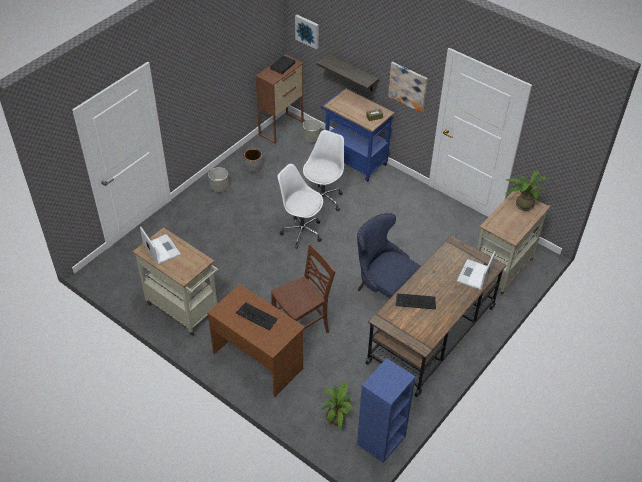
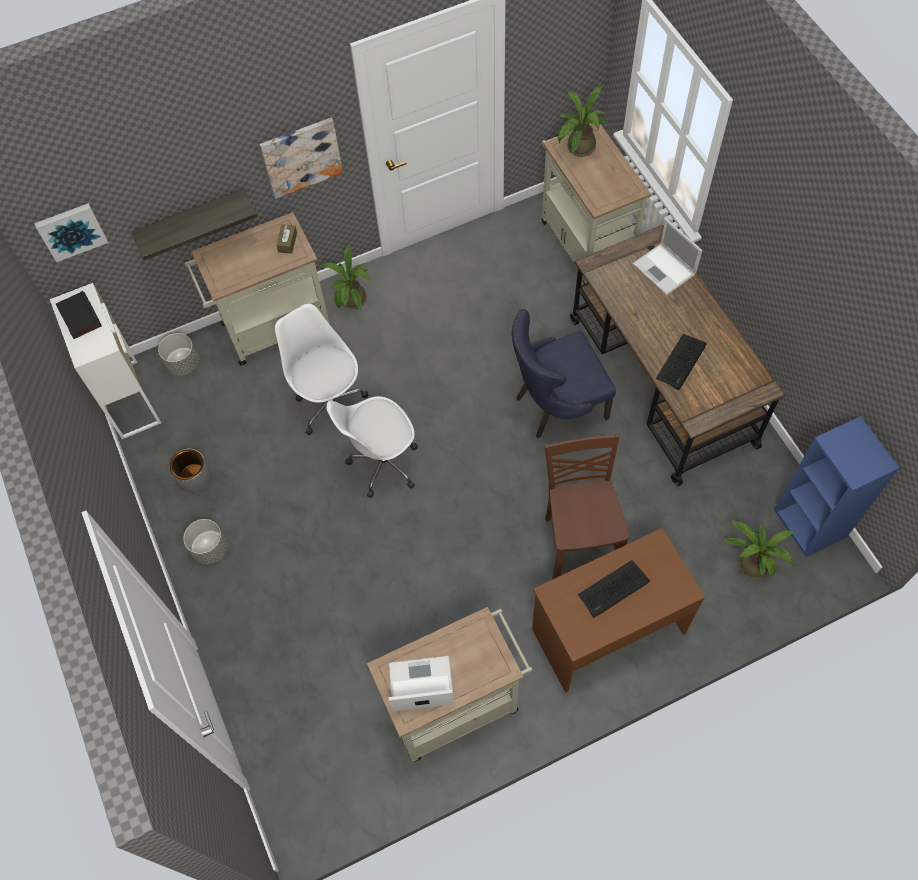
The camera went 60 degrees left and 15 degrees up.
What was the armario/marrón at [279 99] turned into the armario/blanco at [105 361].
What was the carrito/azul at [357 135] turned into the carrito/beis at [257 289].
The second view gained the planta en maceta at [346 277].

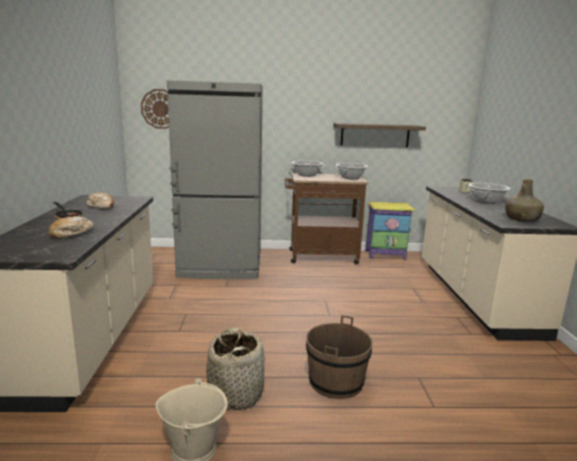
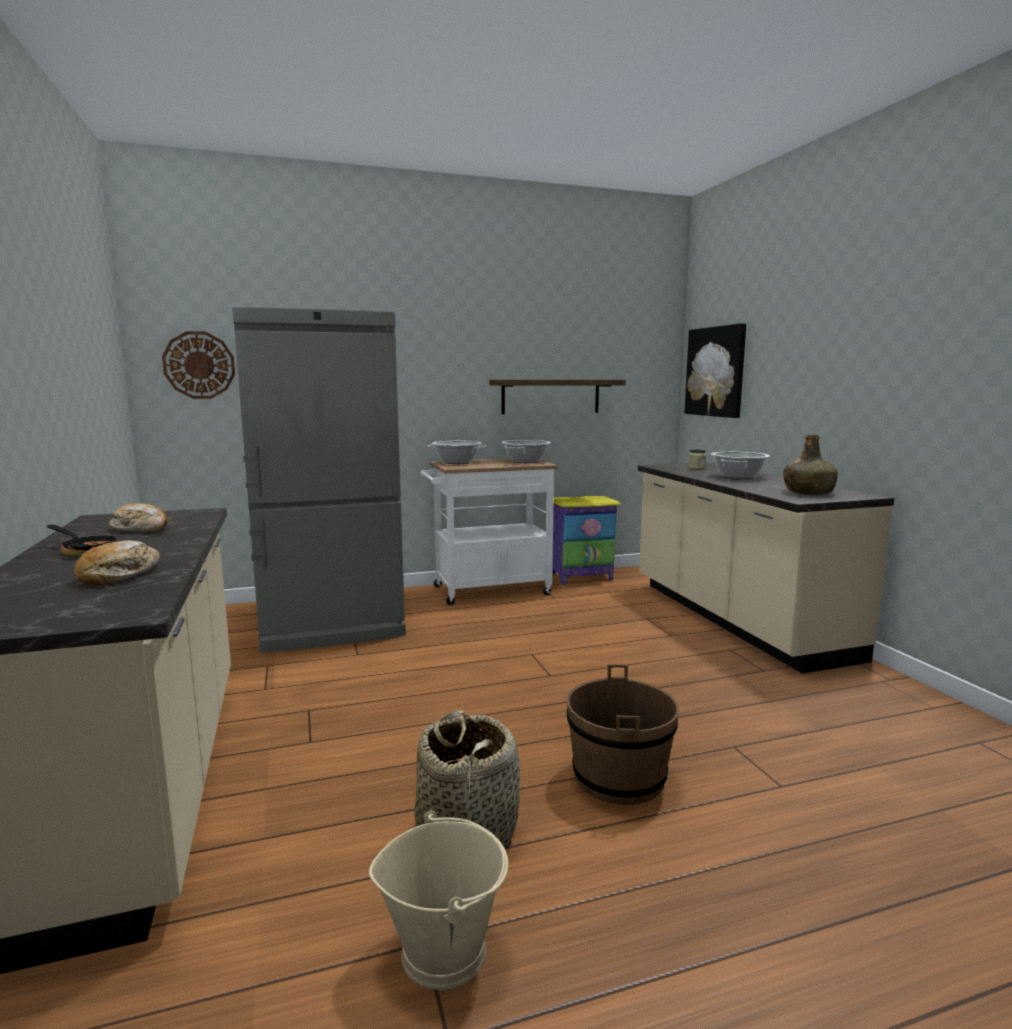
The camera went 15 degrees left and 5 degrees down.
What was the carrito/marrón at [327 219] turned into the carrito/blanco at [489 532].
The second view gained the cuadro at [715 370].

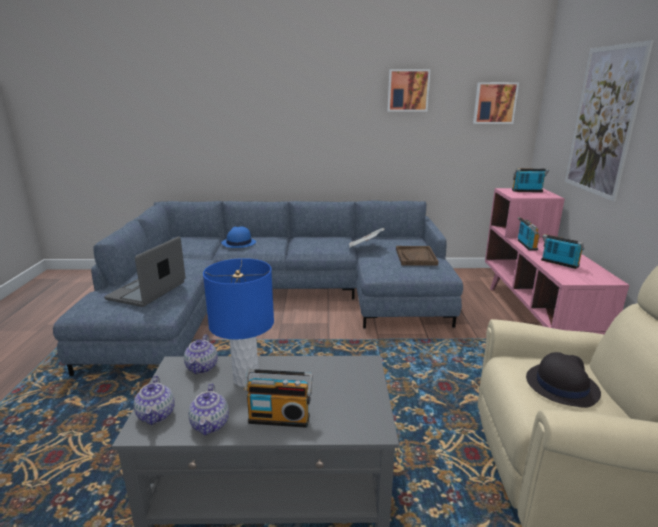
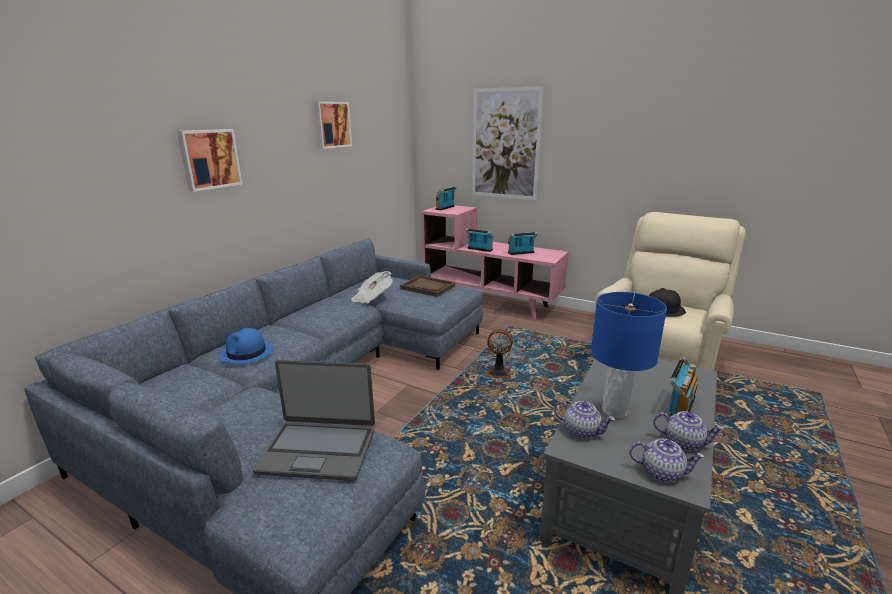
The camera went 60 degrees left and 0 degrees up.
The portátil at [145 271] ended up facing another way, 45 degrees counterclockwise from before.
The cuadro ended up elsewhere, having gone from [496 103] to [209 160].
The second view gained the ventilador at [499 354].

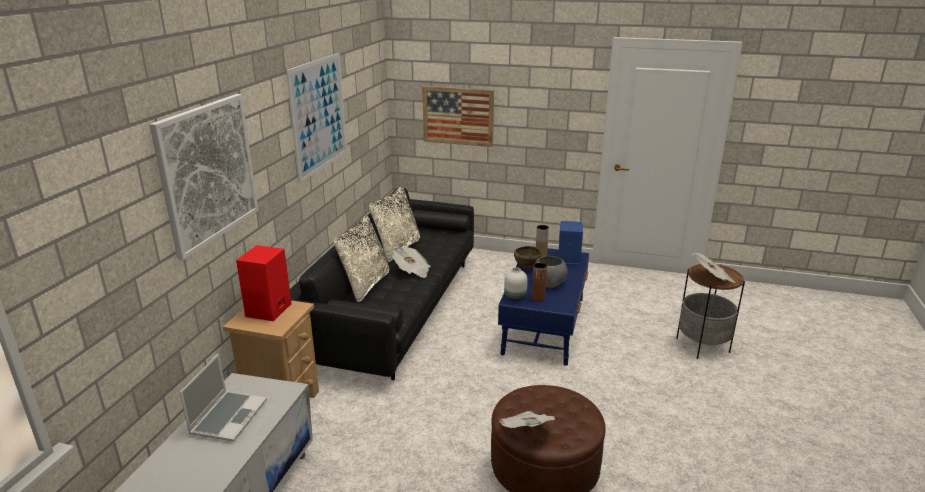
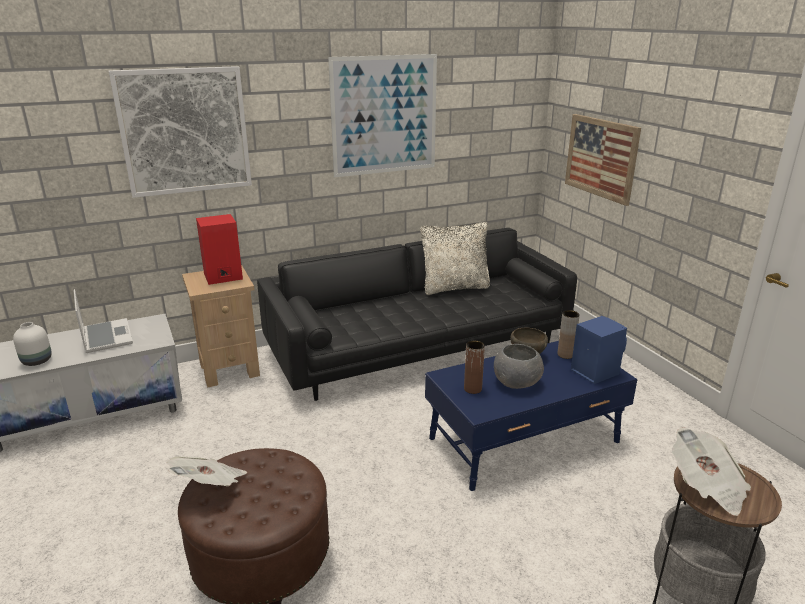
The camera went 50 degrees right and 0 degrees up.
The portátil at [223 398] ended up facing another way, 90 degrees counterclockwise from before.
The second view lost the cojín/beis at [361 258].
The second view lost the periódico at [411 262].
The florero/blanco ended up elsewhere, having gone from [516 284] to [32 344].

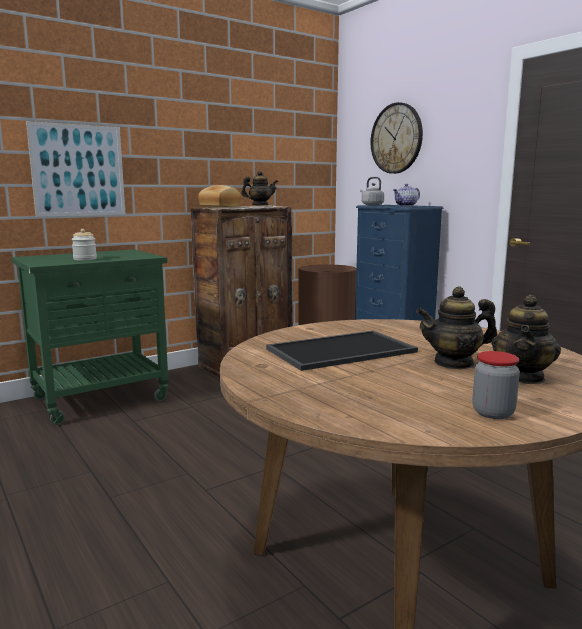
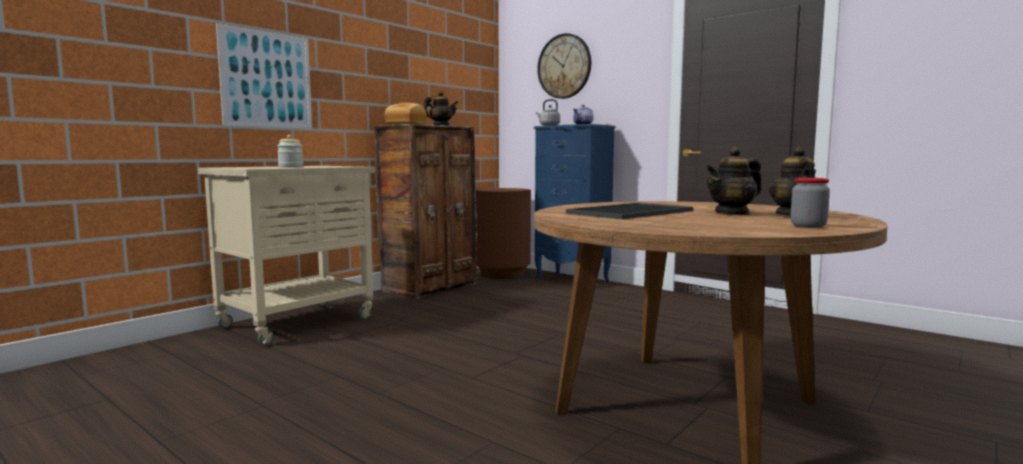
The camera went 15 degrees left and 5 degrees down.
What was the carrito/verde at [90 337] turned into the carrito/beis at [286 256].

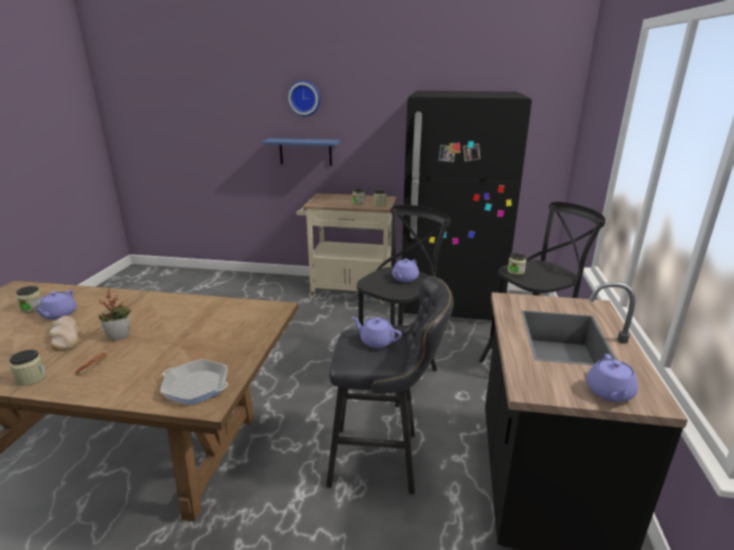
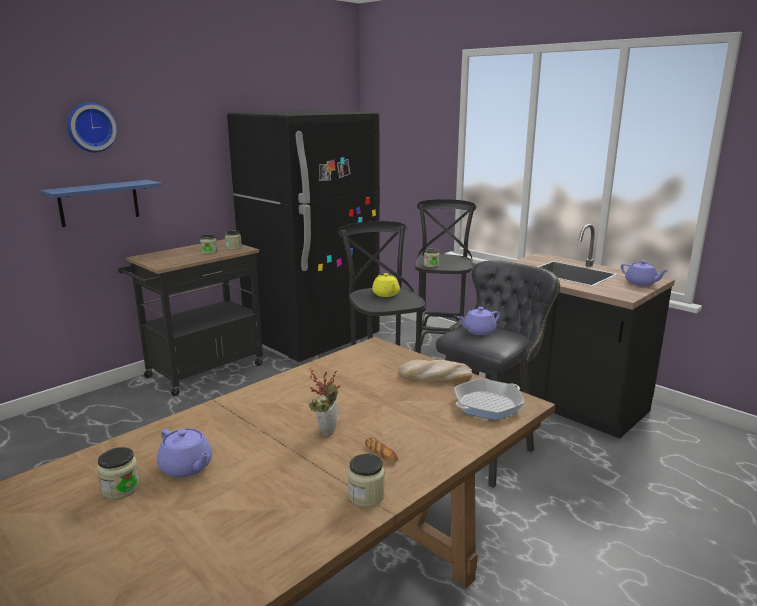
The camera went 55 degrees left and 5 degrees down.
The pan ended up elsewhere, having gone from [64 333] to [435 371].
What was the carrito/beis at [346 248] turned into the carrito/negro at [190 317].
What was the tetera/morado at [405 270] turned into the tetera/amarillo at [386 285].

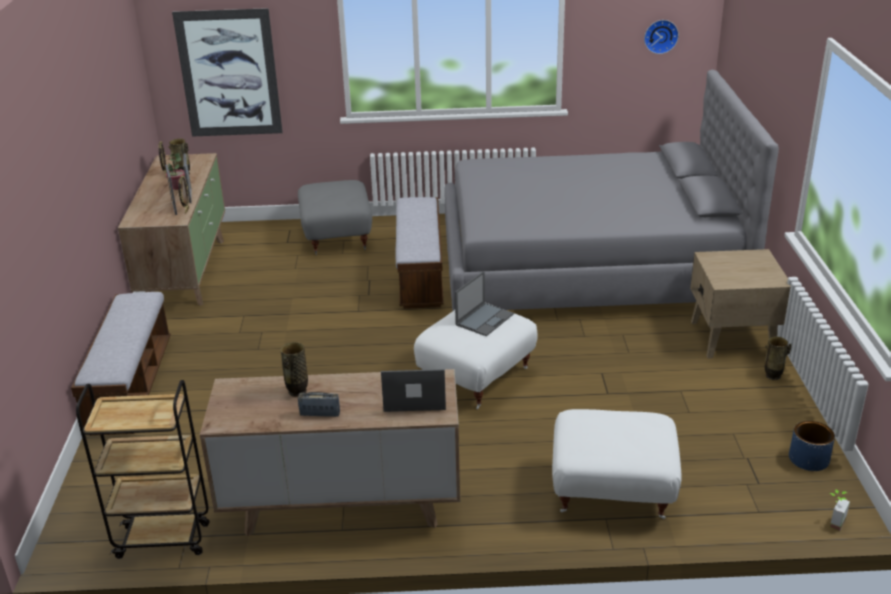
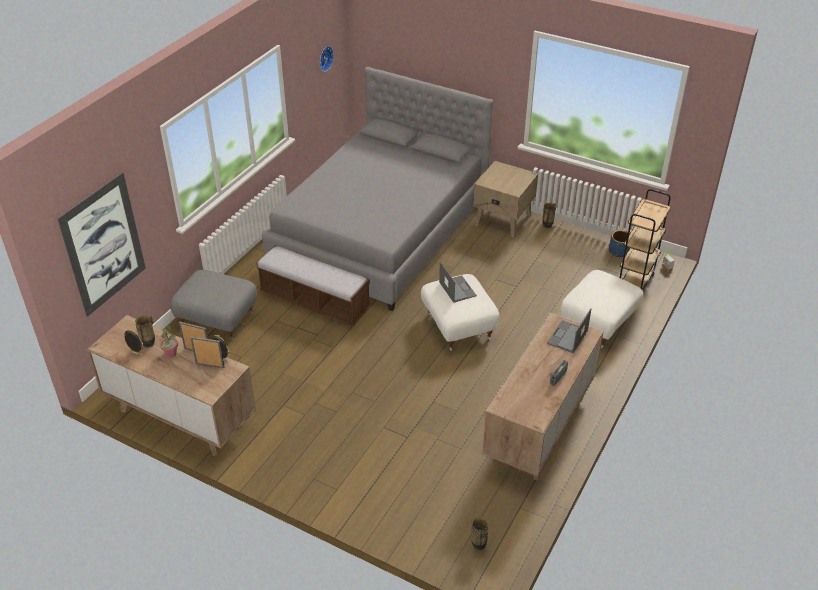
The camera went 60 degrees left and 10 degrees up.
The second view lost the banco at [121 364].
The carrito/marrón ended up elsewhere, having gone from [143 469] to [645 239].
The florero ended up elsewhere, having gone from [294 369] to [479 534].

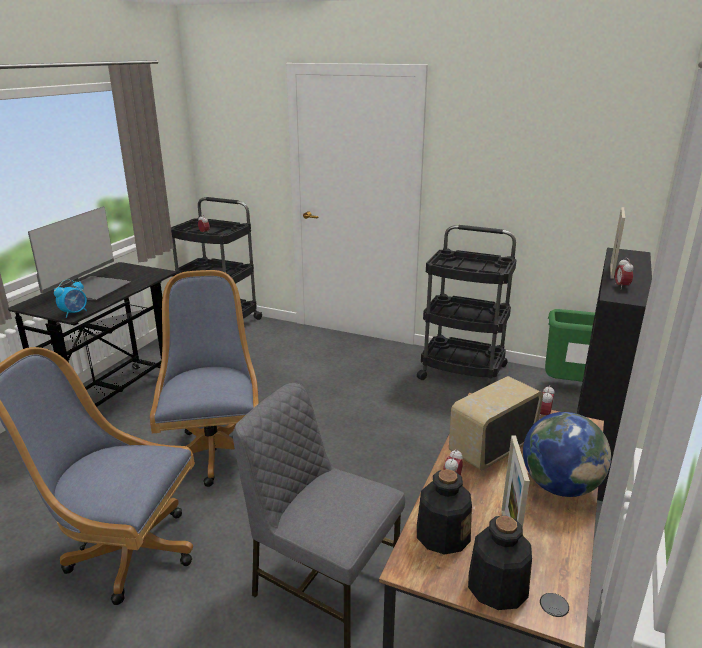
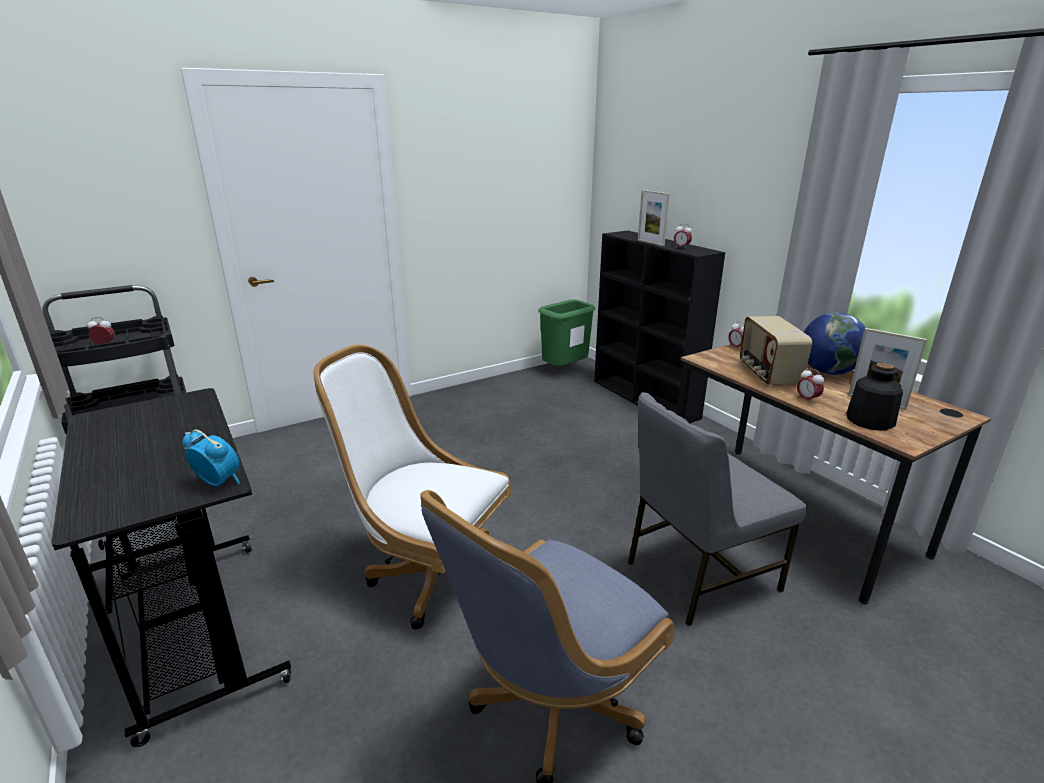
The camera went 55 degrees left and 0 degrees up.
The second view lost the monitor at [79 253].
The despertador at [70 298] ended up facing another way, 45 degrees counterclockwise from before.
What was the silla de oficina/azul at [204 378] turned into the silla de oficina/blanco at [412 487].
The second view lost the carrito/negro at [467 305].
The second view lost the botella at [500 563].

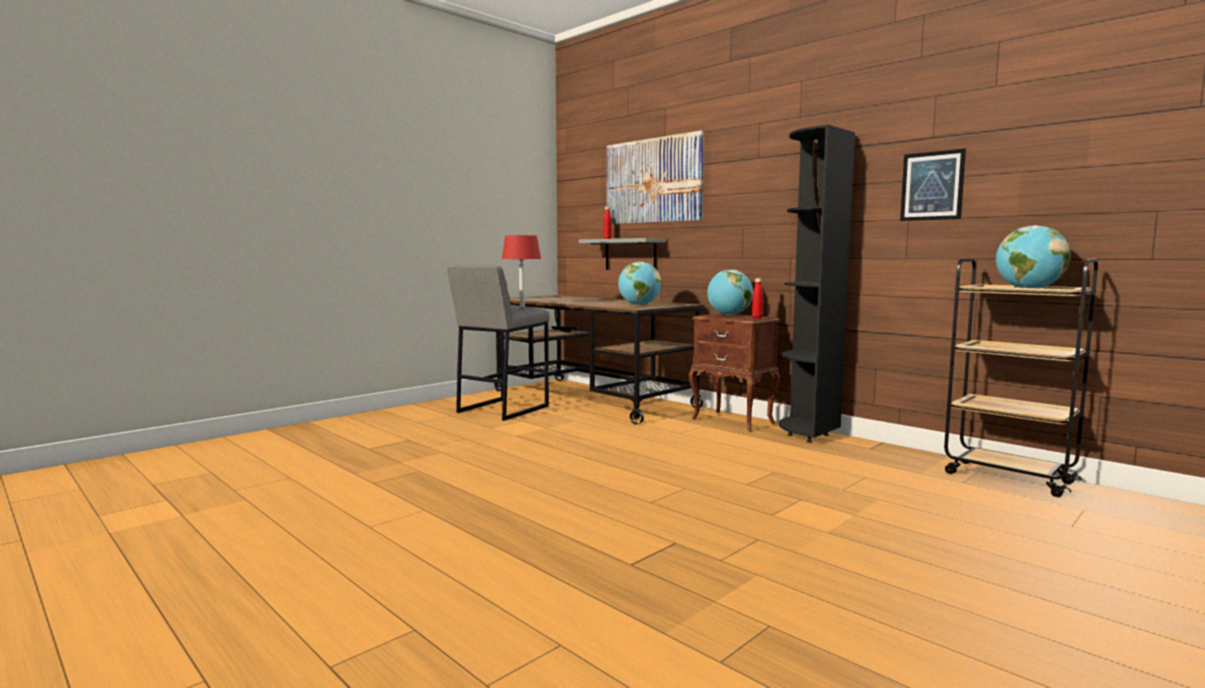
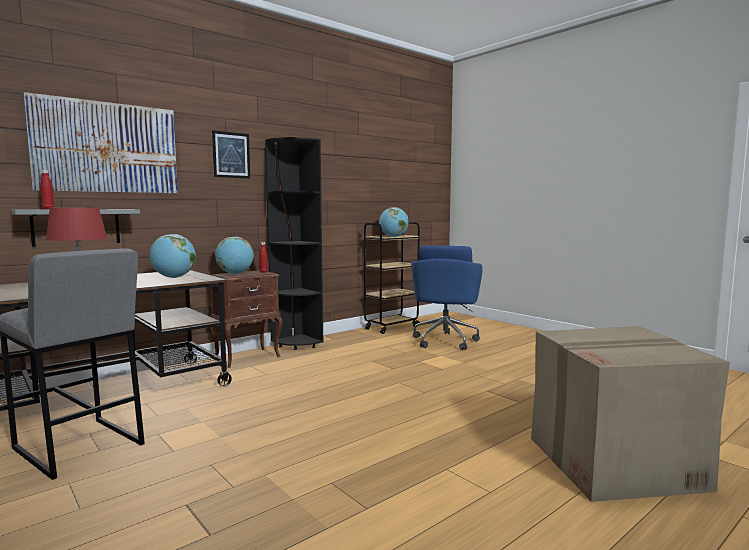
The camera went 85 degrees left and 0 degrees up.
The cuadro ended up elsewhere, having gone from [933 184] to [231 154].
The second view gained the silla de oficina/azul at [447 297].
The second view gained the caja de cartón at [630 414].

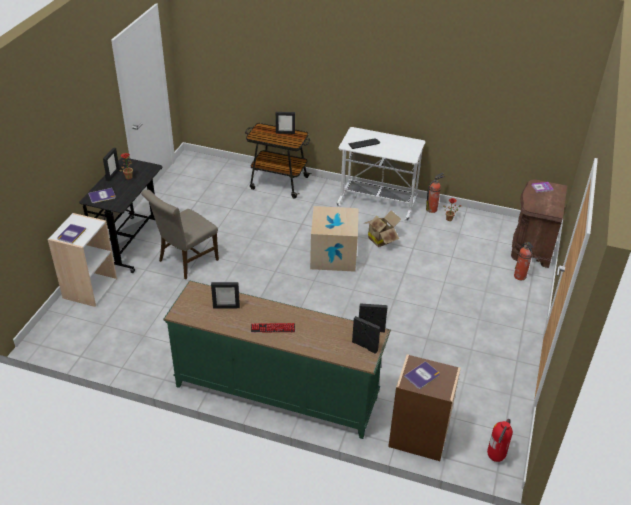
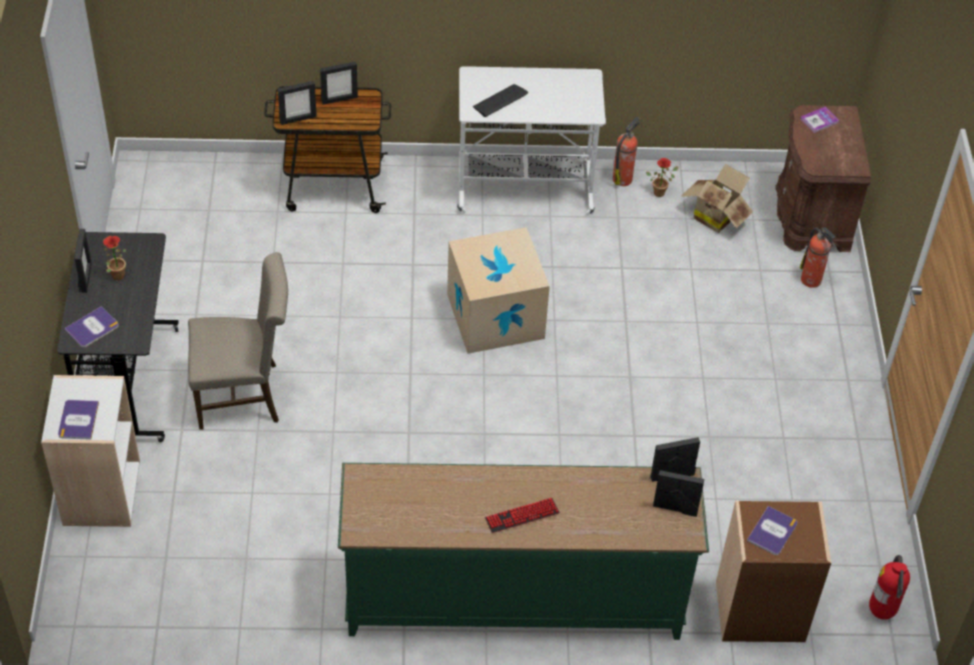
The camera went 20 degrees left and 10 degrees up.
The silla/beis at [180 234] ended up facing another way, 120 degrees counterclockwise from before.
The portarretratos ended up elsewhere, having gone from [225 295] to [297 103].
The caja de cartón ended up elsewhere, having gone from [383 229] to [717 198].

